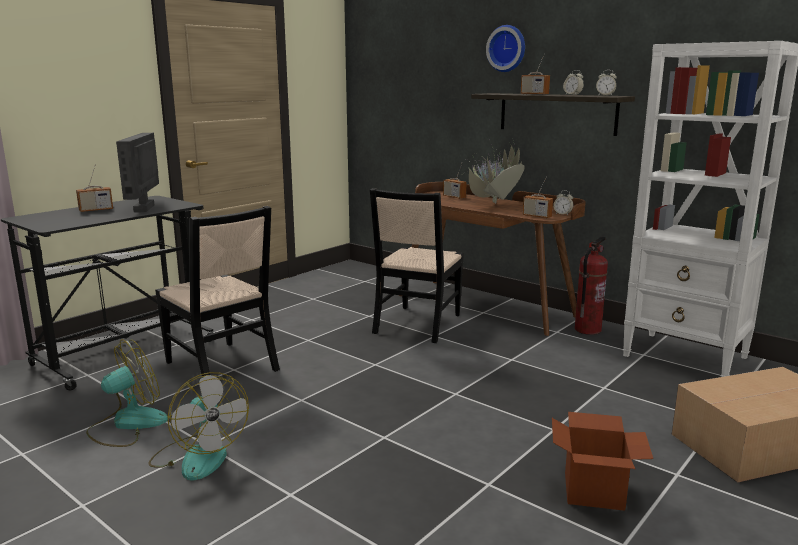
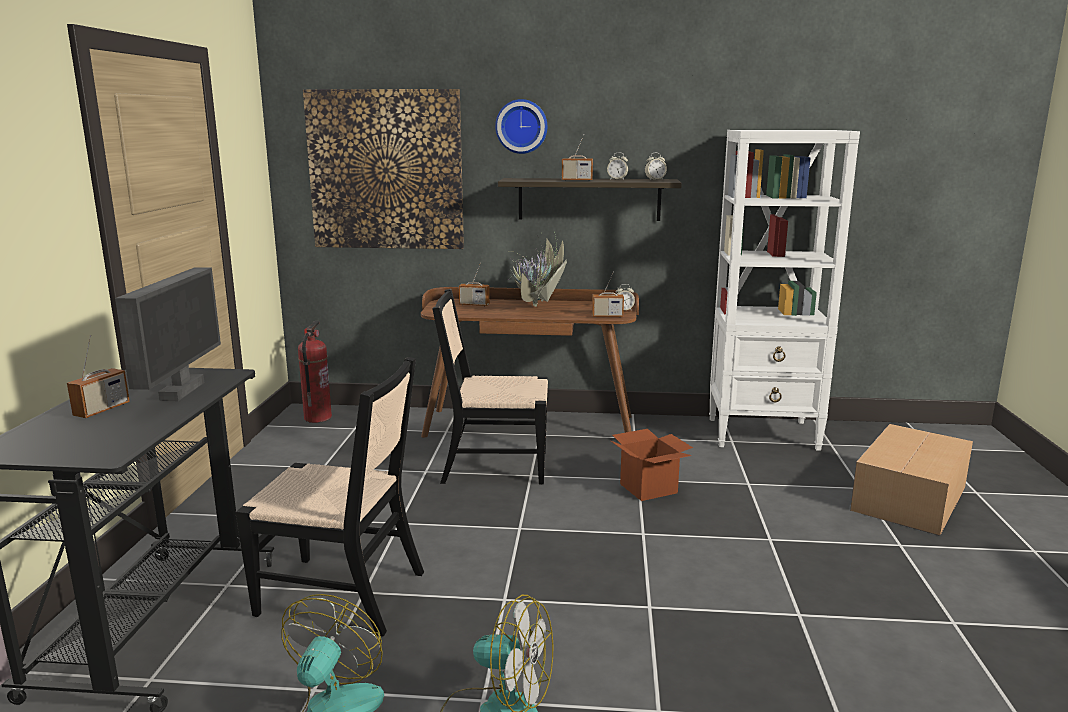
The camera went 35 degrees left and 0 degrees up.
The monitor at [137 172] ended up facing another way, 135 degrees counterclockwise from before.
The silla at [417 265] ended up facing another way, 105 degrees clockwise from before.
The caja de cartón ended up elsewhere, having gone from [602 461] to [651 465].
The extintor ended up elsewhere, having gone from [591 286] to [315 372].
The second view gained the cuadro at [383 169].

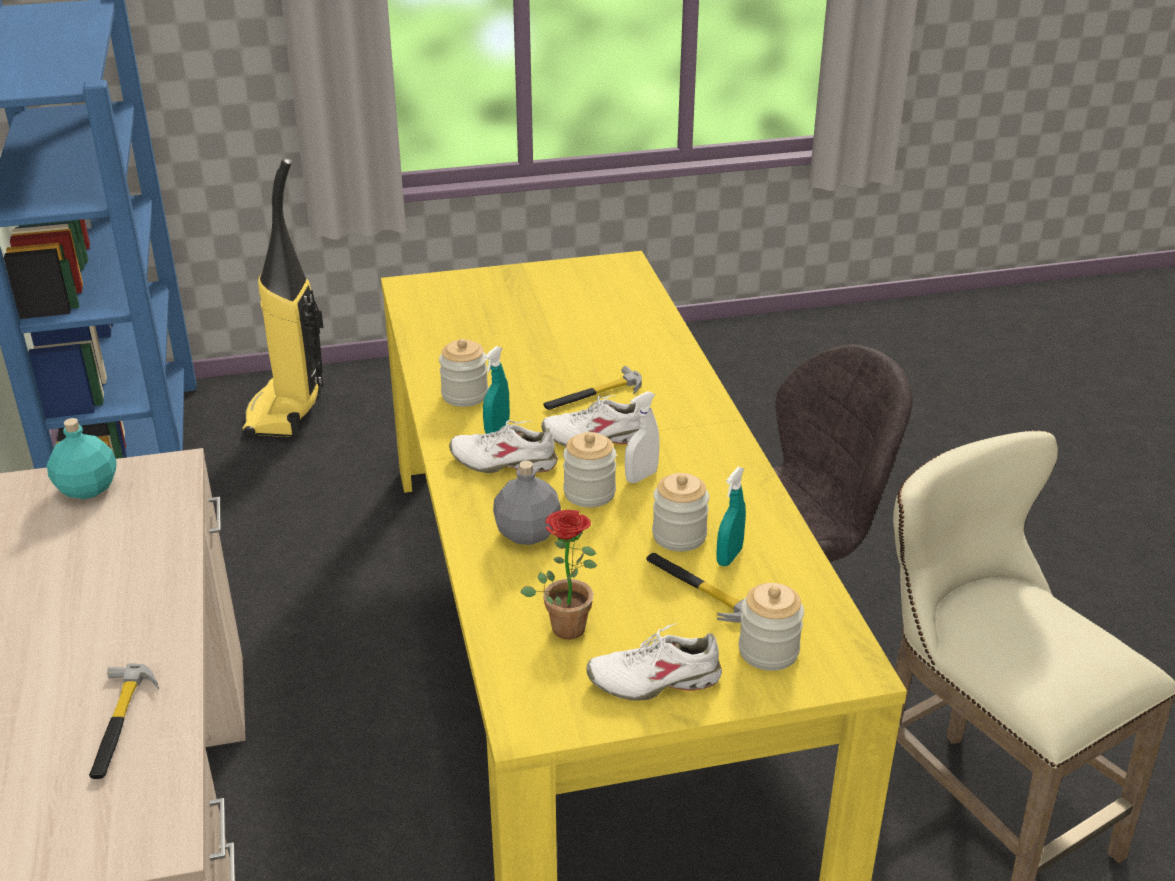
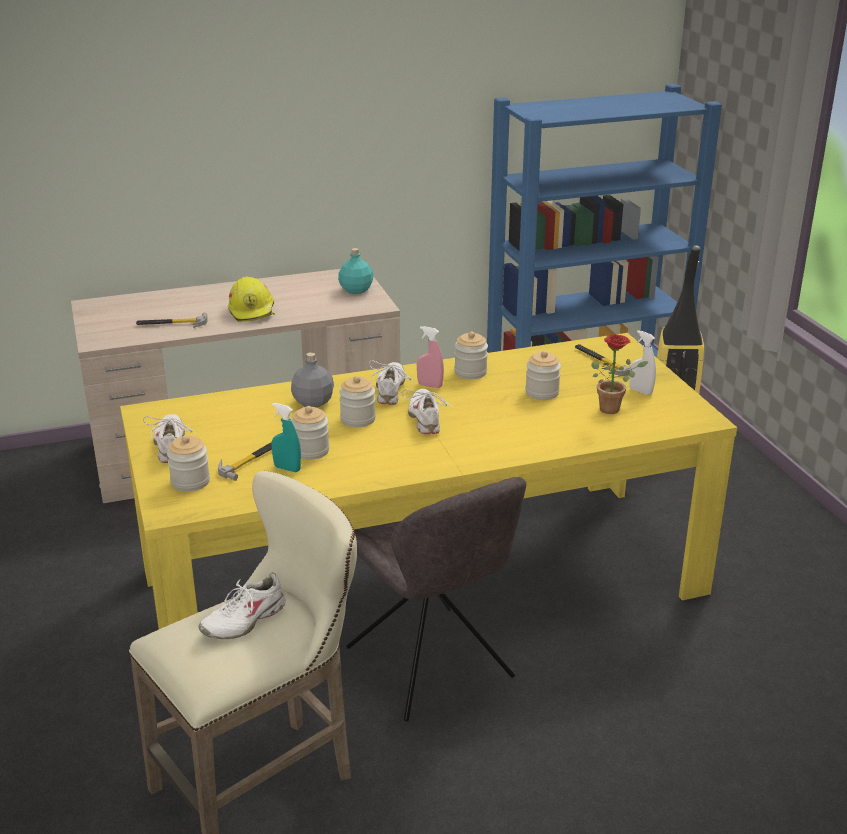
The camera went 85 degrees right and 5 degrees down.
What was the pulverizador/turquesa at [496 390] turned into the pulverizador/rosa at [430 357].
The planta en maceta ended up elsewhere, having gone from [558 574] to [620 374].
The martillo ended up elsewhere, having gone from [592 388] to [602 360].
The pulverizador/blanco ended up elsewhere, having gone from [642 437] to [643 362].
The second view gained the zapato/blanco at [242 605].
The second view gained the casco/amarillo at [251 299].
The second view gained the tarro at [543 375].

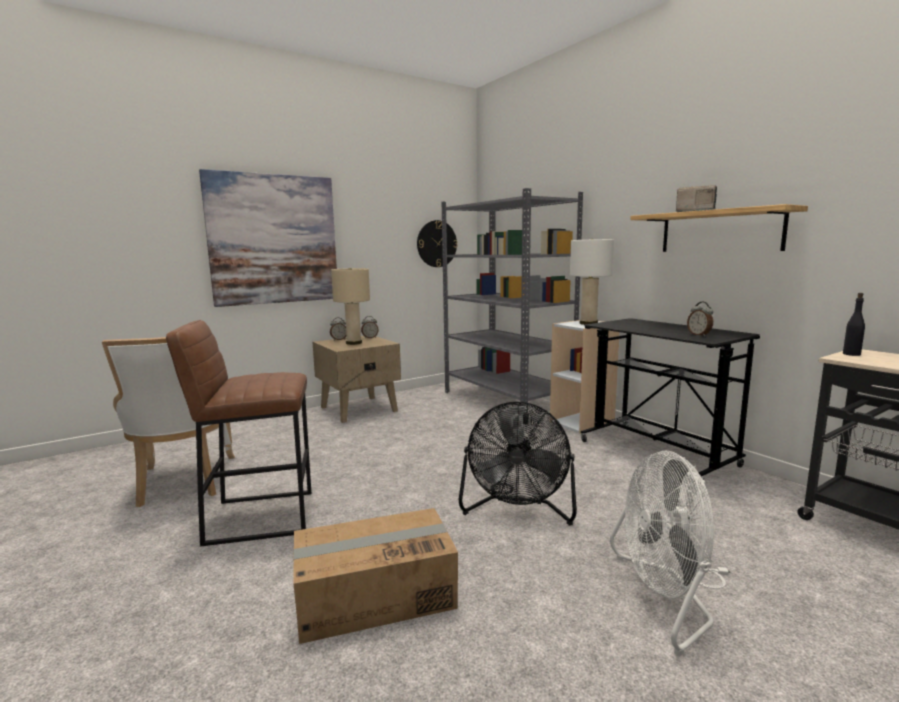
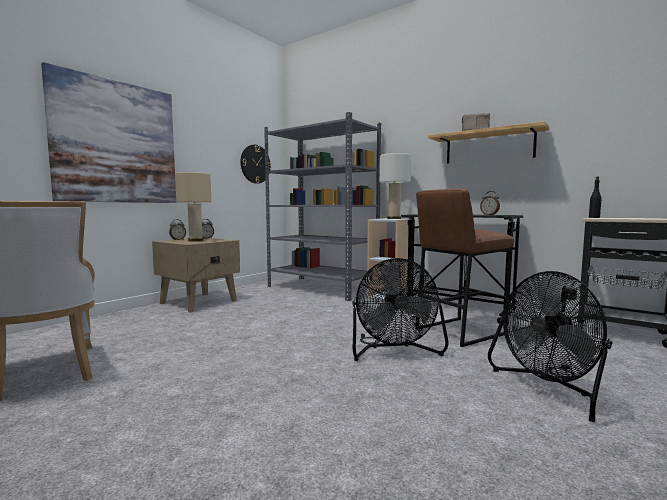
The camera went 20 degrees left and 5 degrees down.
The taburete/marrón ended up elsewhere, having gone from [238 433] to [465 267].
The second view lost the caja de cartón at [375 576].
What was the ventilador/blanco at [670 554] turned into the ventilador/negro at [550 346].

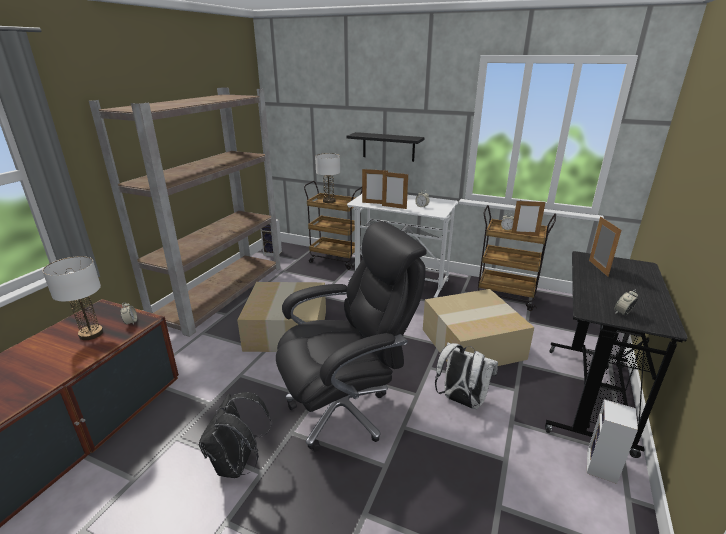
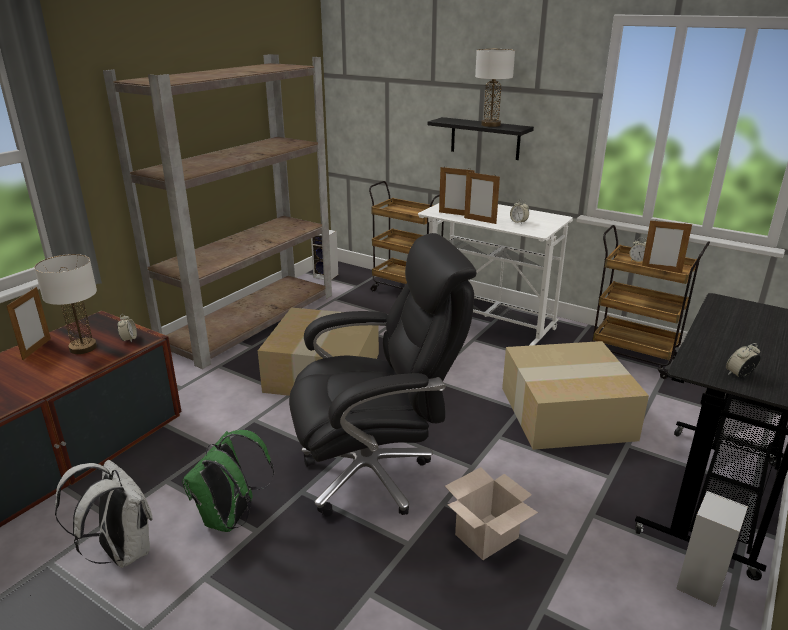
The camera went 10 degrees right and 0 degrees up.
What was the mochila/negro at [235 435] turned into the mochila/verde at [228 481].
The lámpara de mesa ended up elsewhere, having gone from [327 178] to [495 88].
The mochila/blanco ended up elsewhere, having gone from [466 375] to [103 514].
The portarretratos ended up elsewhere, having gone from [605 247] to [29 323].
The second view gained the caja de cartón at [491 513].

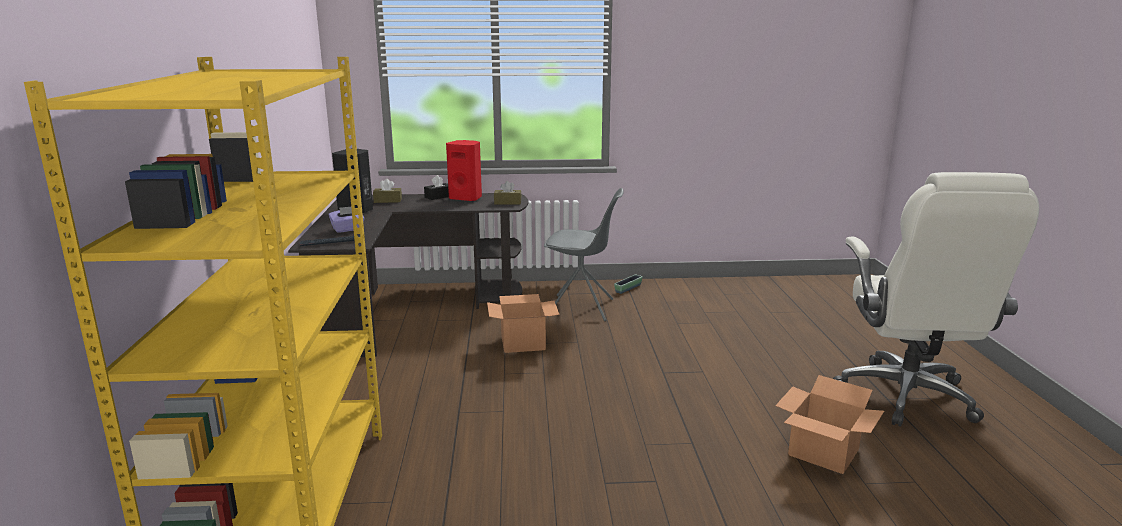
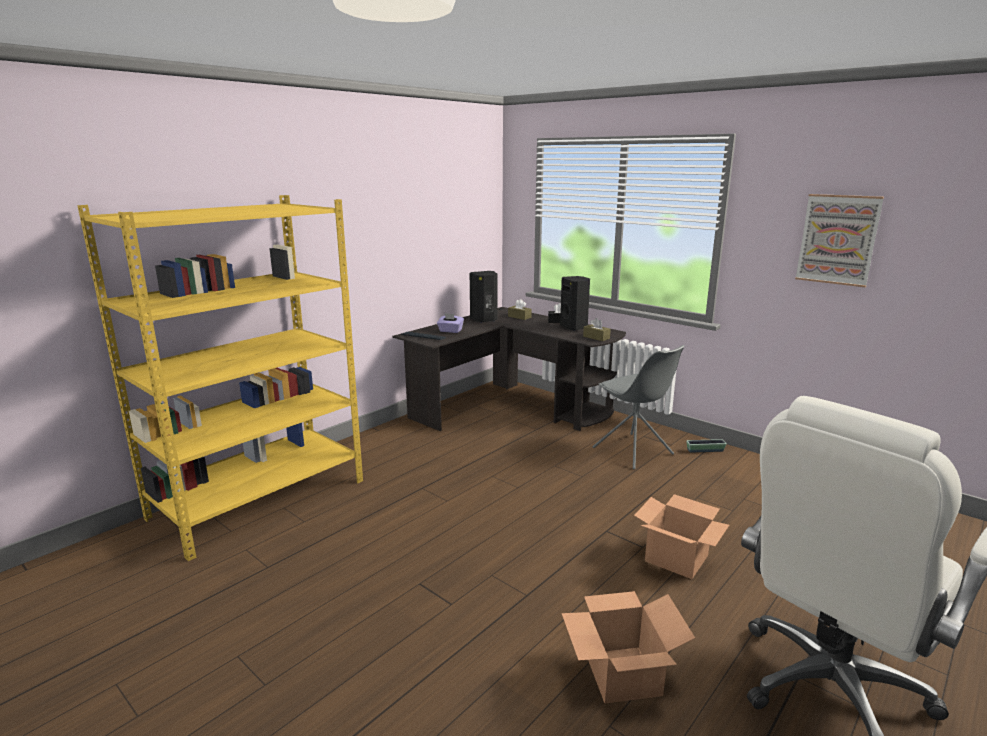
The camera went 45 degrees right and 0 degrees up.
What was the altavoz/rojo at [464 171] turned into the altavoz/negro at [575 303].
The caja de cartón ended up elsewhere, having gone from [523 323] to [681 536].
The second view gained the cuadro at [839 240].

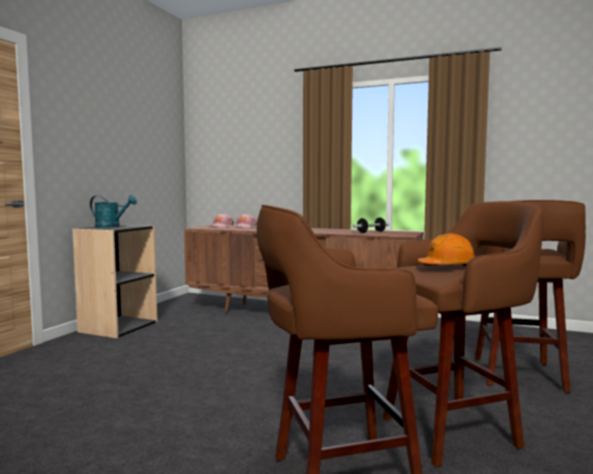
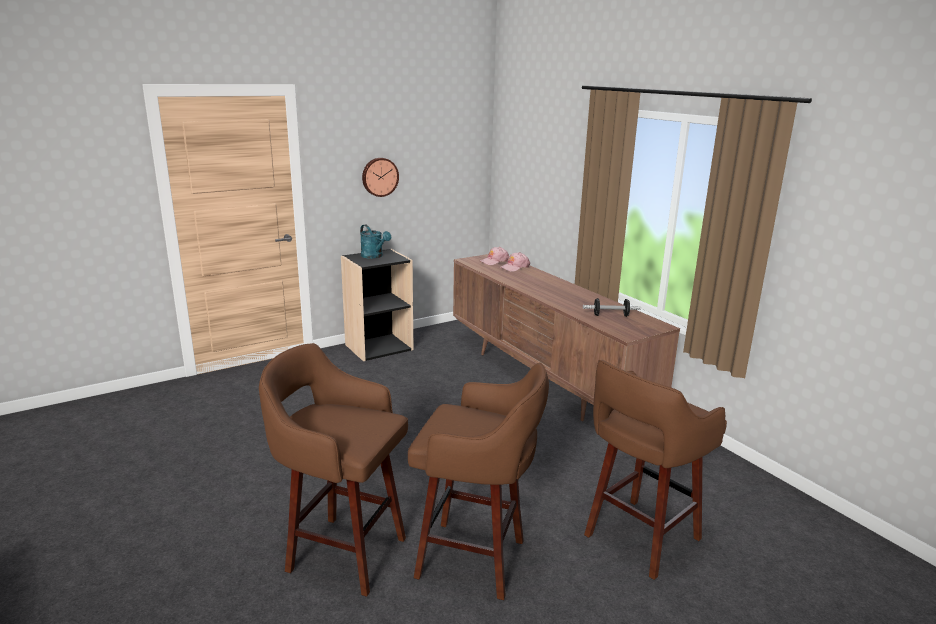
The camera went 35 degrees right and 15 degrees up.
The second view lost the casco/naranja at [446 249].
The second view gained the reloj de pared at [380 177].

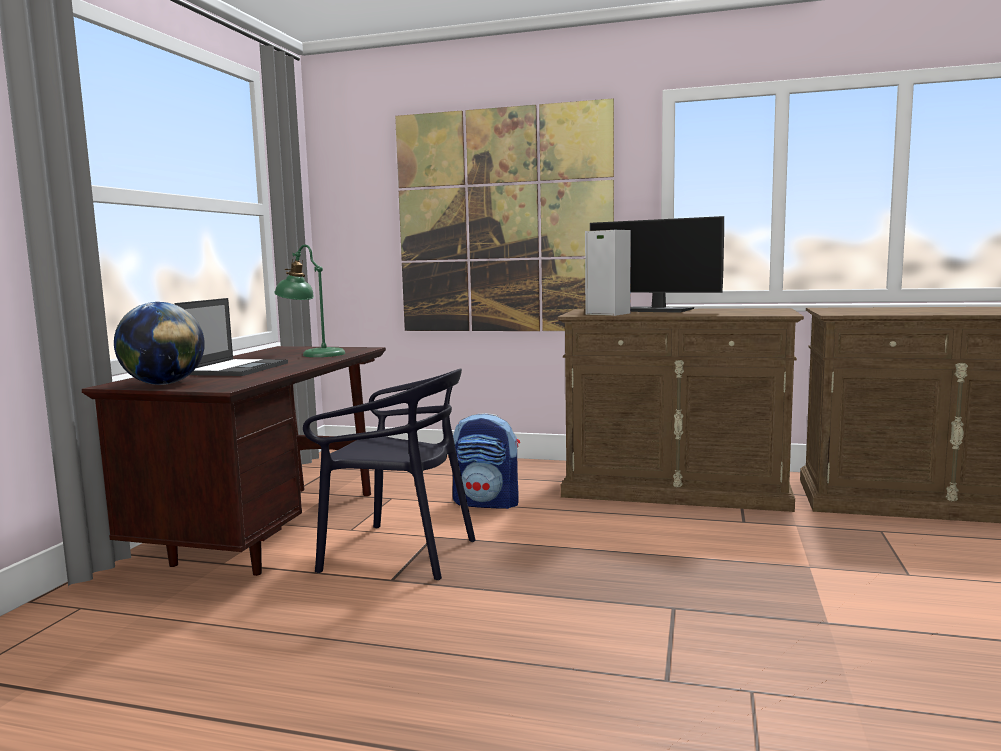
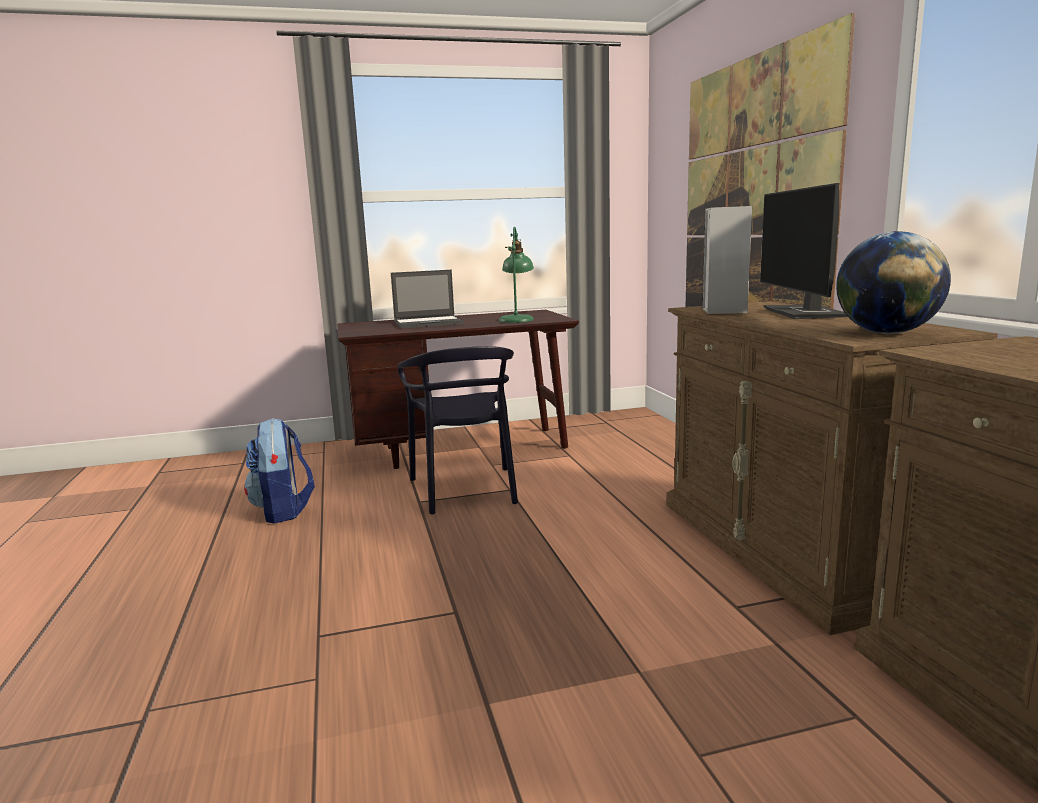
The camera went 60 degrees right and 5 degrees up.
The globo terráqueo ended up elsewhere, having gone from [159 343] to [893 282].
The mochila ended up elsewhere, having gone from [486 461] to [279 471].

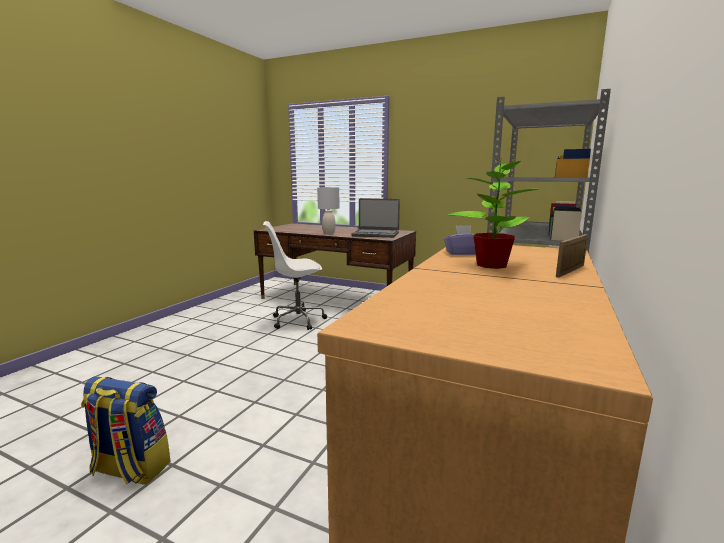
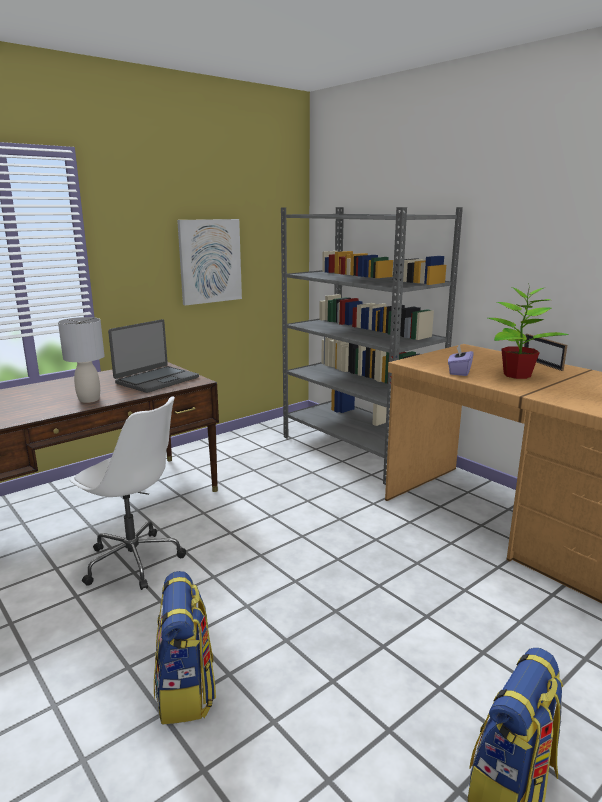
The camera went 65 degrees left and 5 degrees up.
The silla de oficina/blanco at [295 275] ended up facing another way, 75 degrees counterclockwise from before.
The second view gained the mochila at [185 648].
The second view gained the cuadro at [209 262].

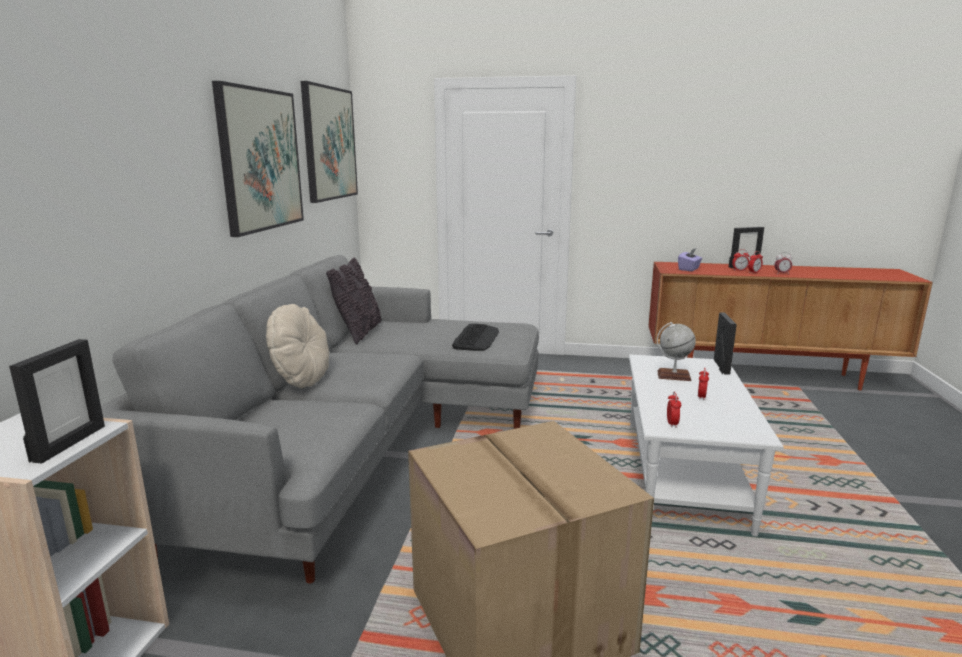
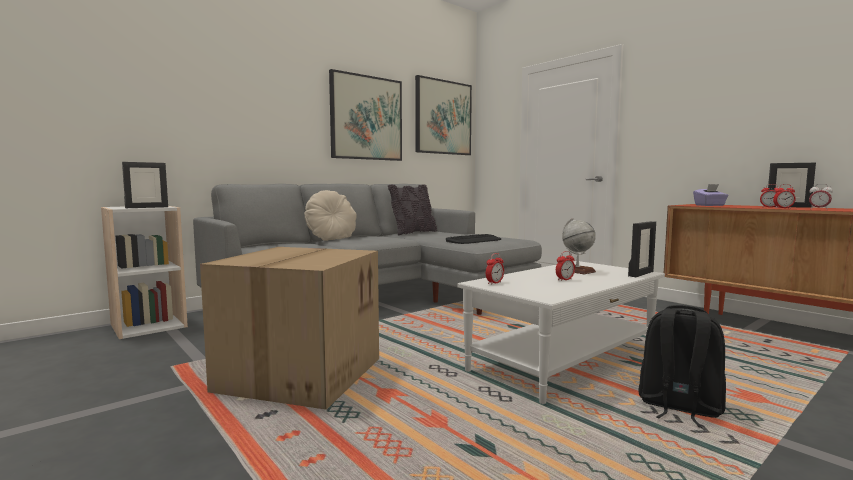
The camera went 40 degrees right and 10 degrees down.
The second view gained the mochila/negro at [682 366].

